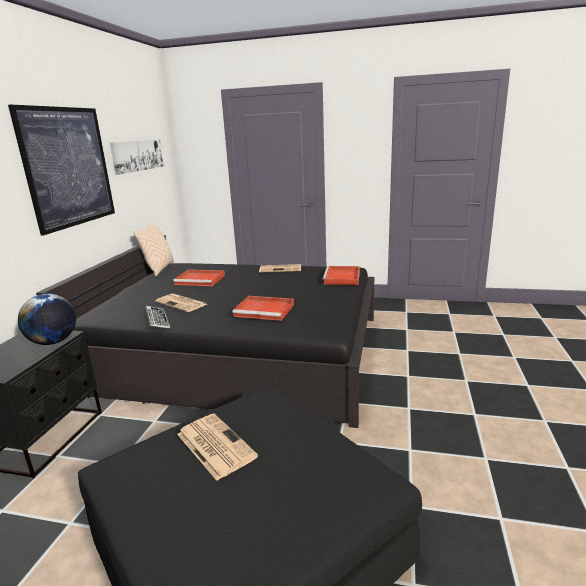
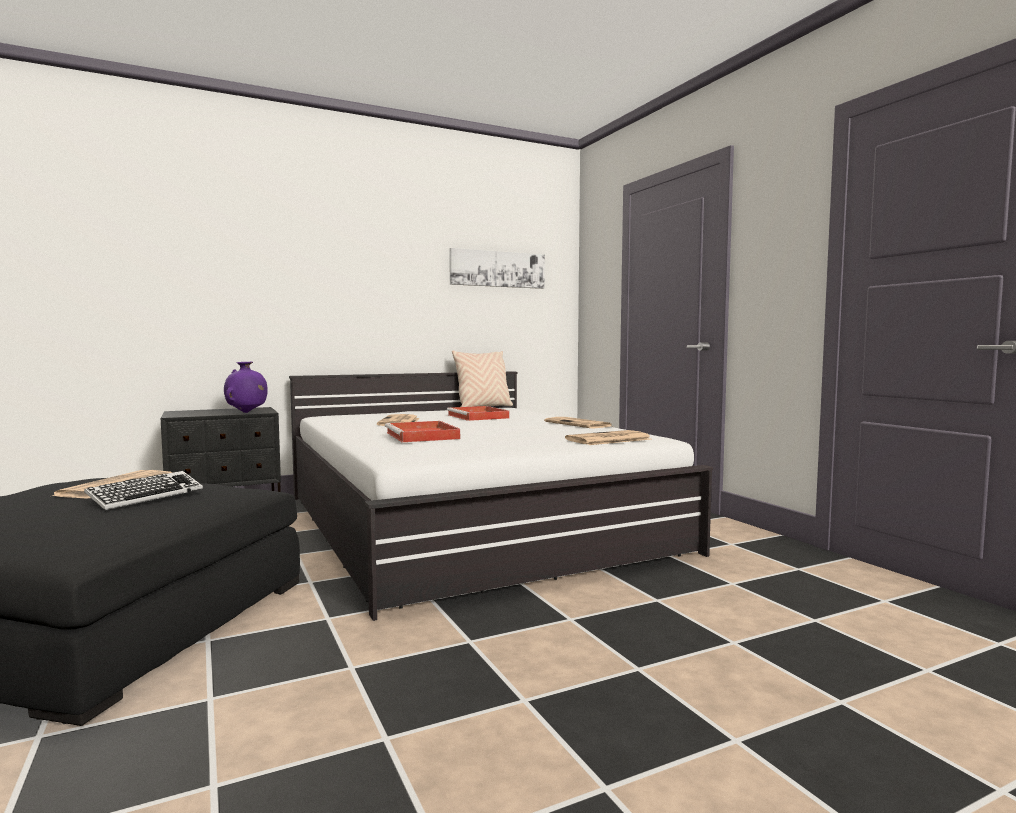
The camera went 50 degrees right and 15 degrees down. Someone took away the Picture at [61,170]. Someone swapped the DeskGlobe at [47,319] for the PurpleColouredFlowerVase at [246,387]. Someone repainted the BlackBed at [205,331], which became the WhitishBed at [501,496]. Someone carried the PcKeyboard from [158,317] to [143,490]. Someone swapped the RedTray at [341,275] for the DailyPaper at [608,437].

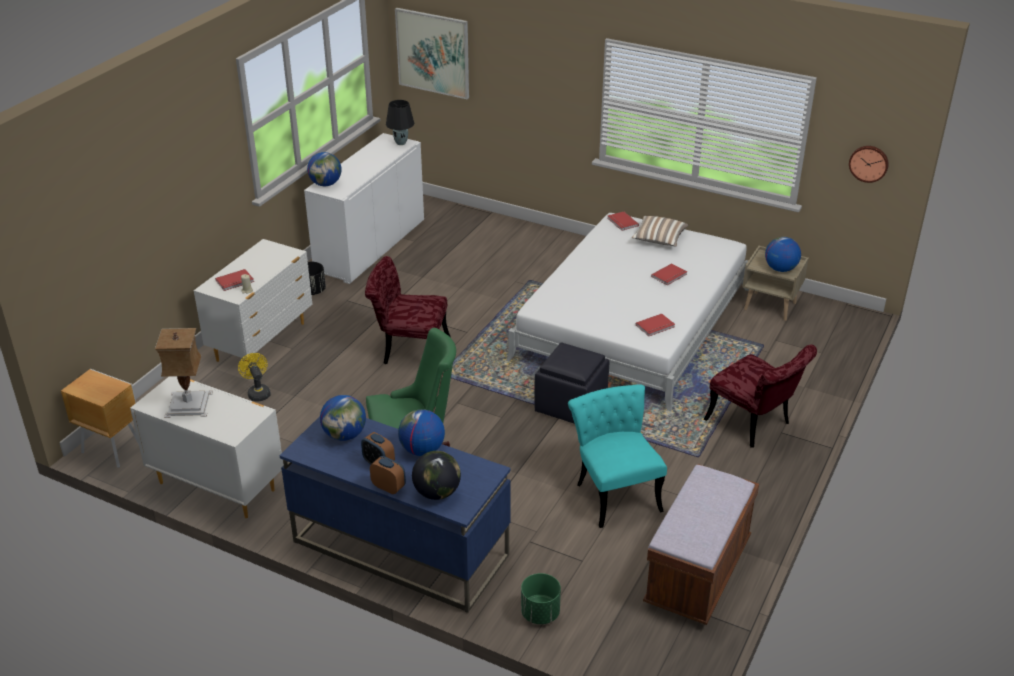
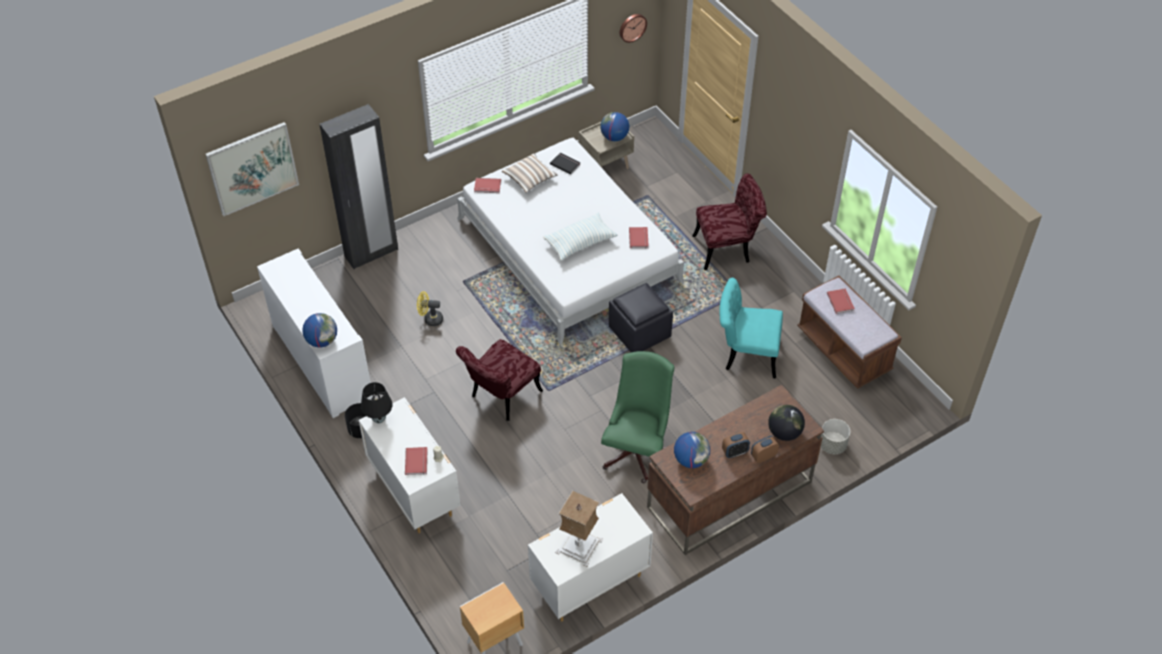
The camera went 60 degrees left and 15 degrees up. Someone carried the YellowFan from [254,377] to [430,308]. Someone repainted the BlueDeskUnit at [395,514], which became the BrownColouredDeskUnit at [735,470]. Someone carried the BlackTableLamp from [400,122] to [376,403]. Someone took away the DeskGlobe at [421,432]. Someone repainted the GreenPlantPot at [541,598], which became the GreyPlantPot at [835,436]. Someone carried the RedVolume from [669,274] to [841,301]. Someone put down the BlackWardrobe at [358,186]. Someone put down the Pillow at [580,237]. Someone put down the BlackVolume at [565,164].

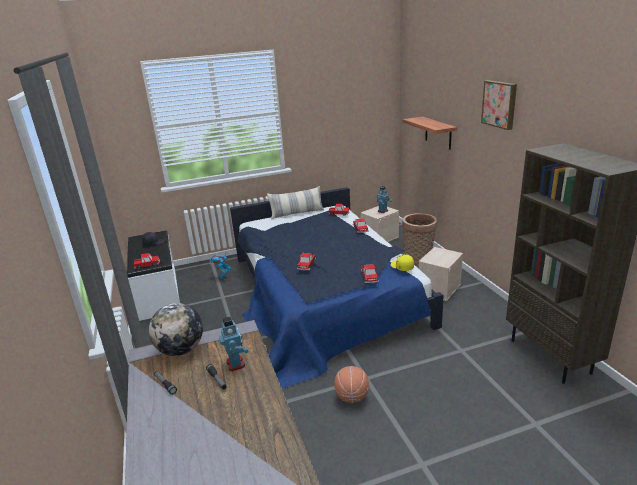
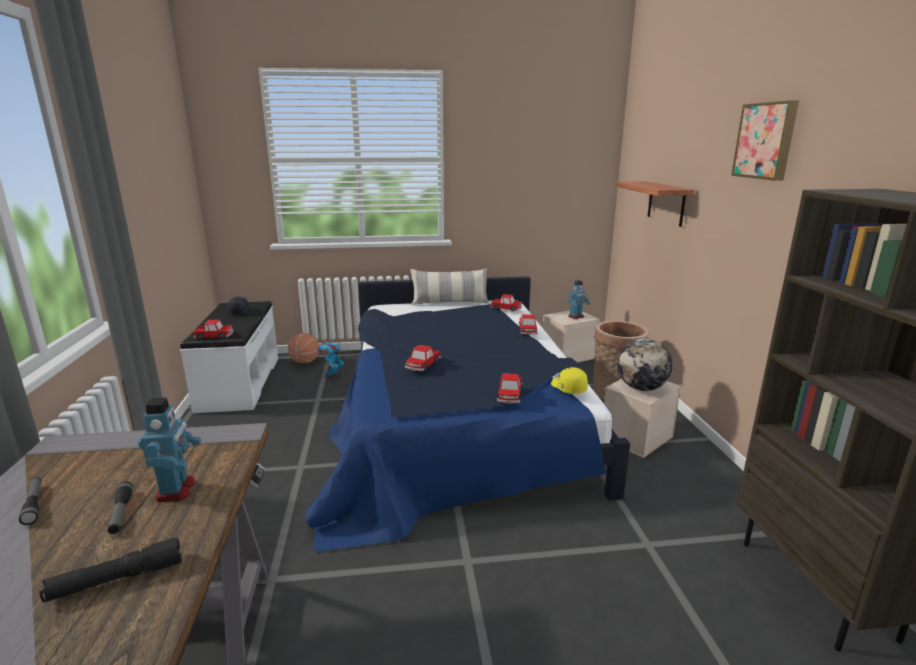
The camera went 10 degrees right and 5 degrees down. Someone carried the DeskGlobe from [176,329] to [645,365]. Someone carried the BallForBasketball from [351,384] to [303,348]. Someone put down the BlackHandTorch at [111,569].

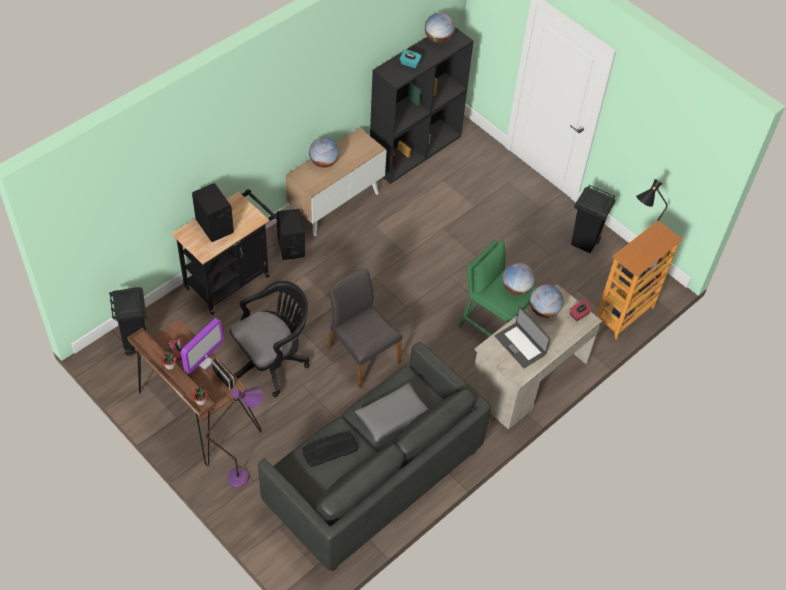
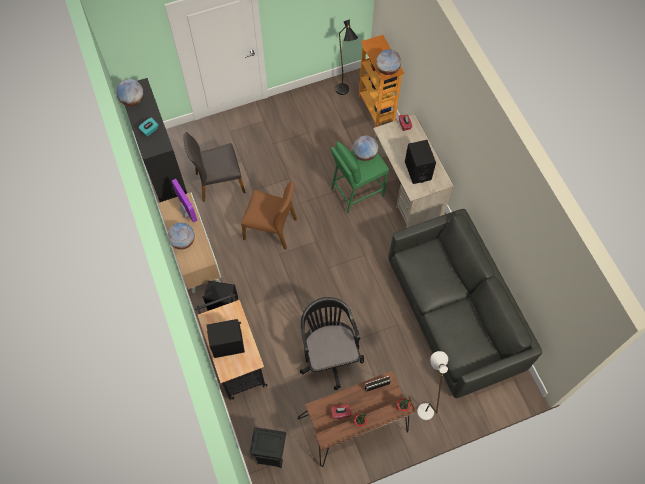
The camera went 65 degrees left and 10 degrees up. Someone carried the ComputerScreen from [202,346] to [185,201]. Someone repainted the PurpleColouredStandardLamp at [234,437], which became the WhitishStandardLamp at [432,385]. Someone took away the PcKeyboard at [330,449]. Someone carried the GreyPlainChair from [364,328] to [214,167]. Someone took away the GreyPillow at [391,412]. Someone swapped the NotebookComputer at [523,337] for the BlackLoudspeaker at [420,162]. Someone carried the DeskGlobe from [546,301] to [388,62]. Someone took away the BlackTrashCan at [593,219]. Someone put down the BrownColouredPlainChair at [269,215].

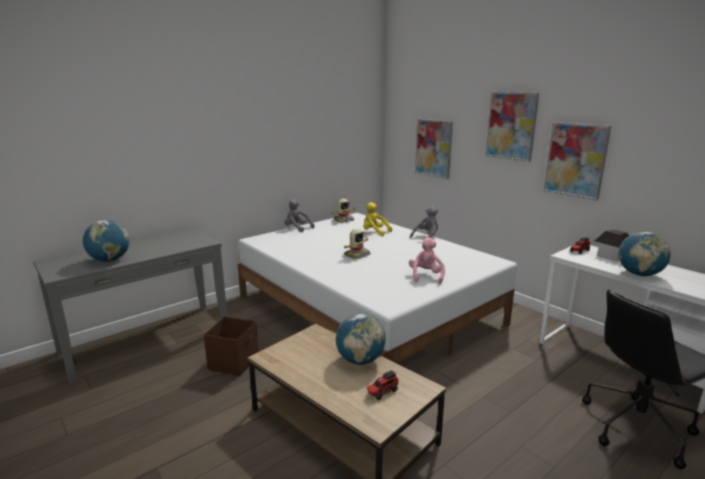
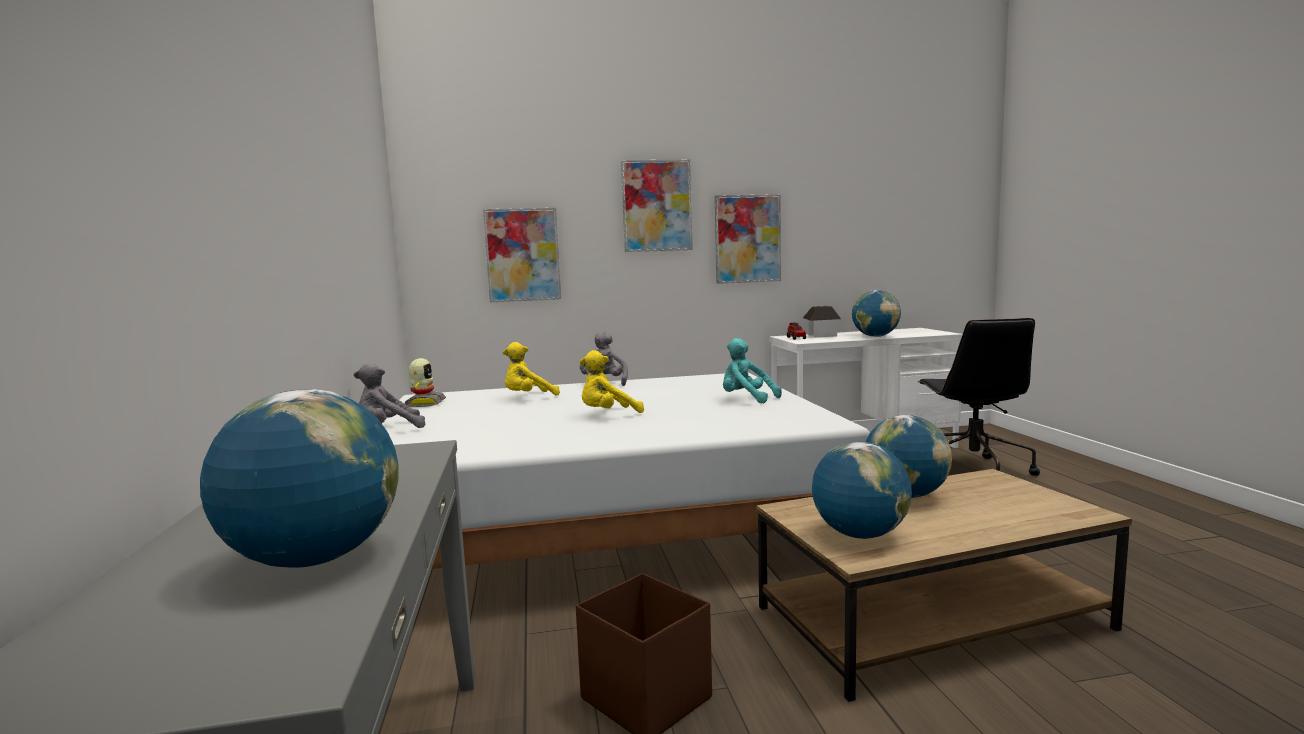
The camera went 60 degrees left and 10 degrees down. Someone swapped the ModelRobot at [357,243] for the YellowPlushToy at [612,381]. Someone took away the ToyTruck at [382,385]. Someone repainted the PinkishPlushToy at [427,260], which became the BlueGreenPlushToy at [752,370]. Someone put down the DeskGlobe at [862,490].

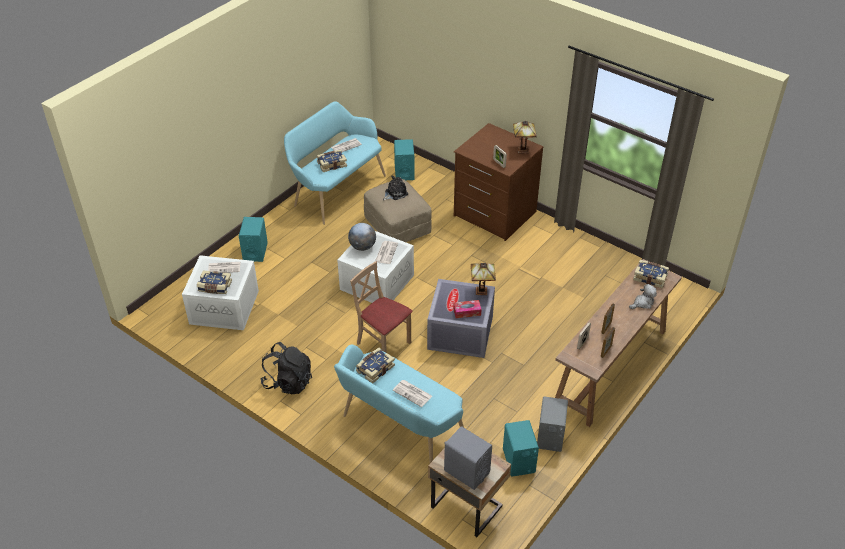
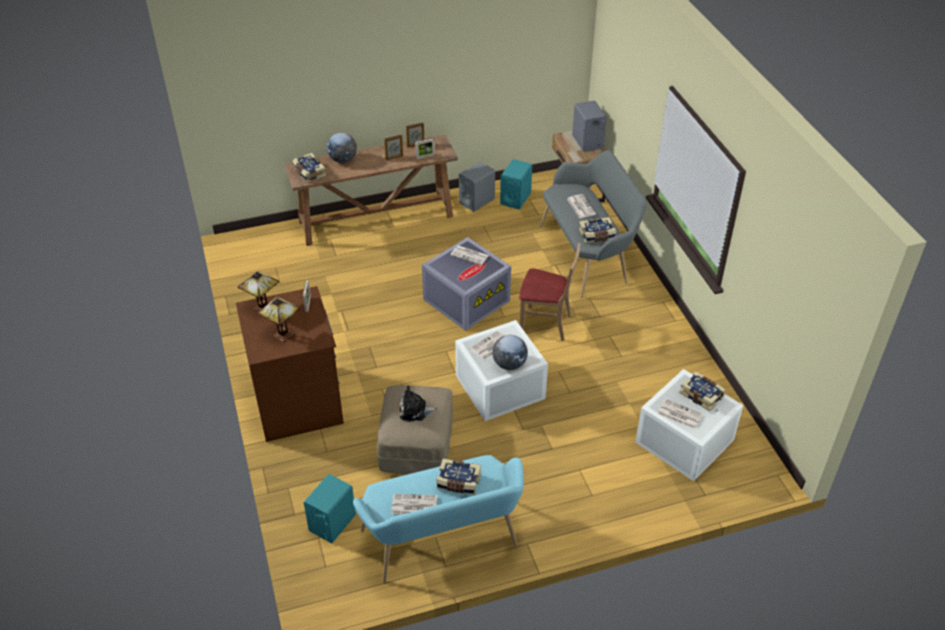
The camera went 145 degrees left and 0 degrees up. Someone took away the BlueGreenLoudspeaker at [253,239]. Someone took away the BlackBackpack at [286,368]. Someone repainted the BlueGreenIndoorBench at [399,403], which became the GreyIndoorBench at [593,224]. Someone rotated the BeigeColouredPlainChair at [381,307] by 60 degrees counterclockwise. Someone swapped the TissueBox at [467,309] for the DailyPaper at [469,255]. Someone carried the TableLamp from [483,279] to [279,319]. Someone swapped the PlushToy at [643,296] for the DeskGlobe at [342,148].

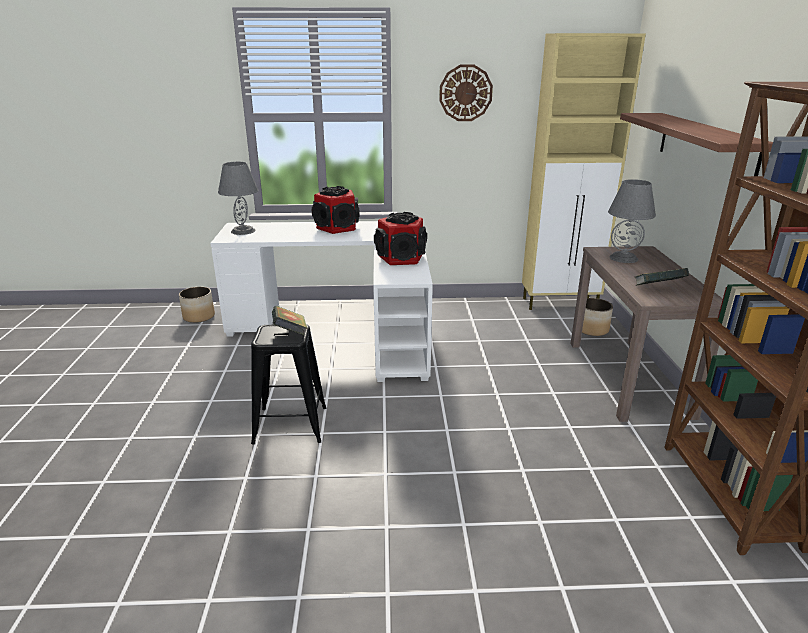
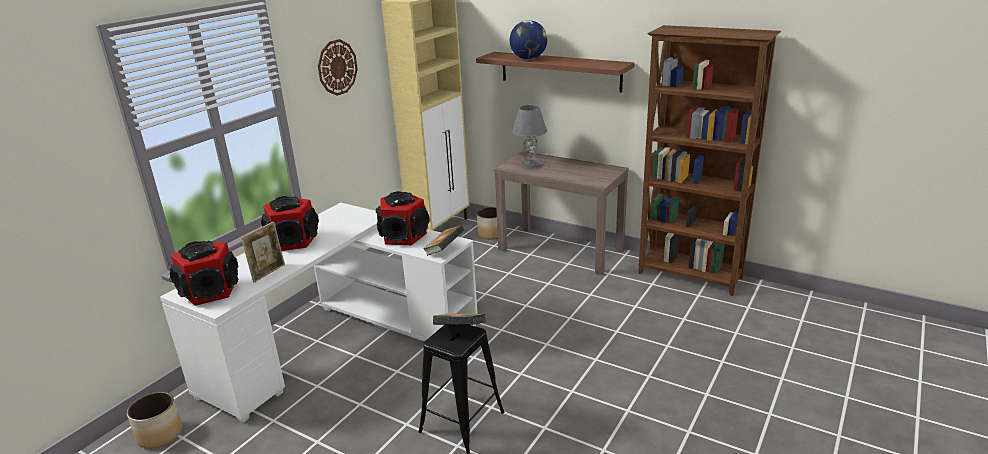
The camera went 55 degrees left and 0 degrees up. Someone swapped the GreyTableLamp at [238,198] for the Loudspeaker at [204,273]. Someone carried the Volume from [662,277] to [443,240]. Someone put down the PhotoFrame at [263,252]. Someone put down the DeskGlobe at [528,40].

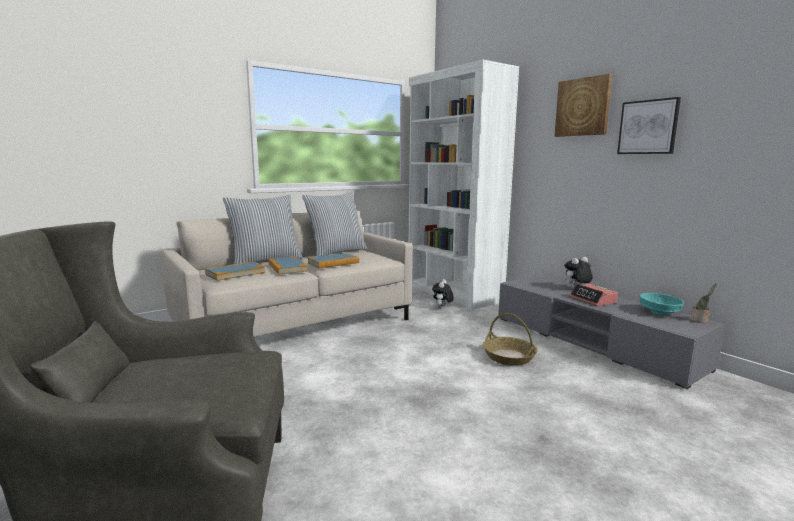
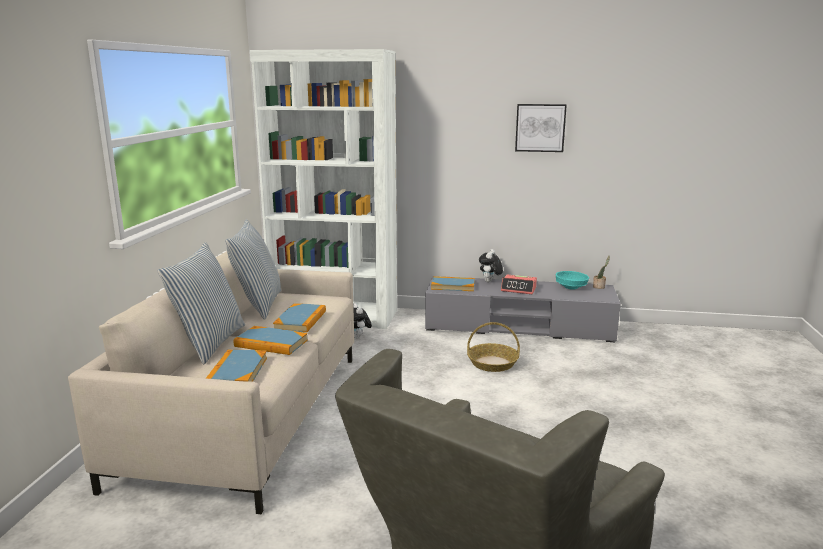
The camera went 45 degrees left and 5 degrees up. Someone took away the Picture at [583,105]. Someone put down the Volume at [453,283].

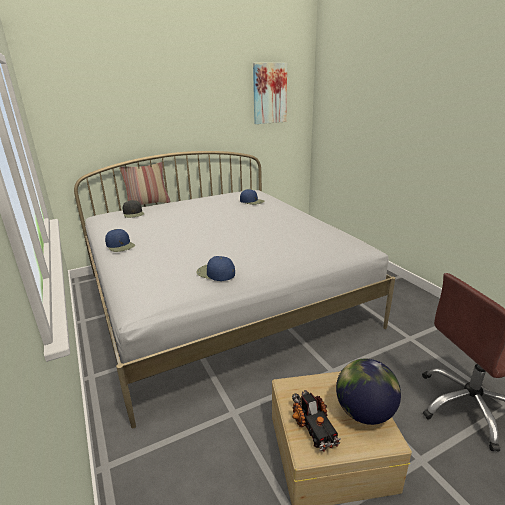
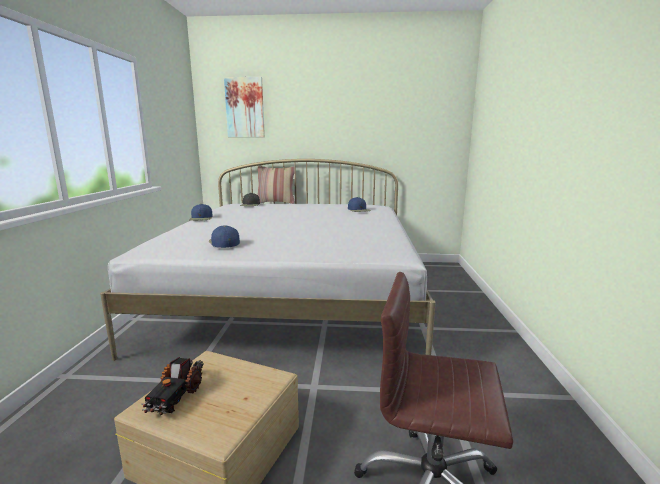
The camera went 30 degrees right and 10 degrees down. Someone carried the Picture from [270,93] to [244,107]. Someone took away the DeskGlobe at [368,392].

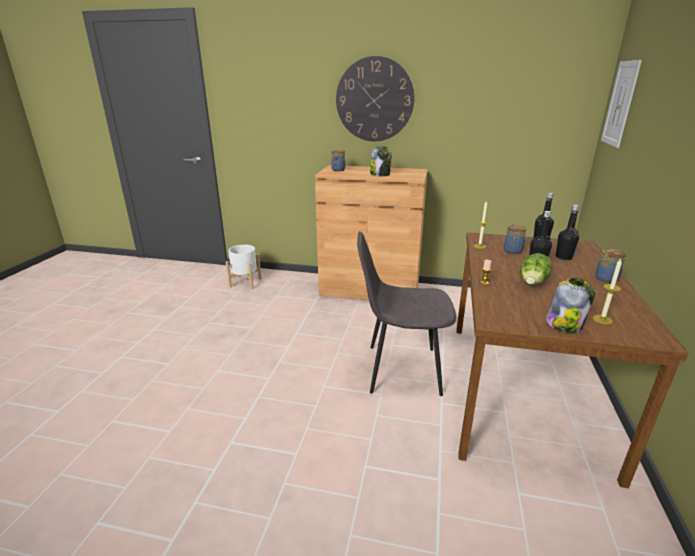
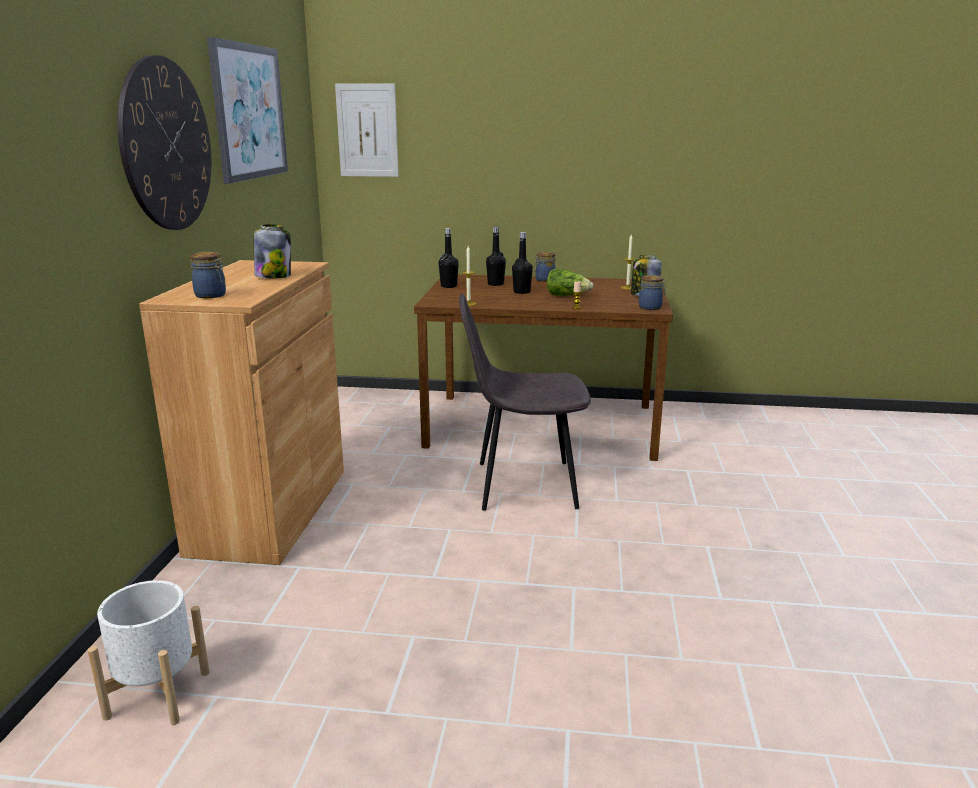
The camera went 95 degrees left and 5 degrees down. Someone rotated the GreyPlainChair at [406,313] by 90 degrees clockwise. Someone carried the PreserveJar from [515,239] to [652,292]. Someone put up the Picture at [247,110].

